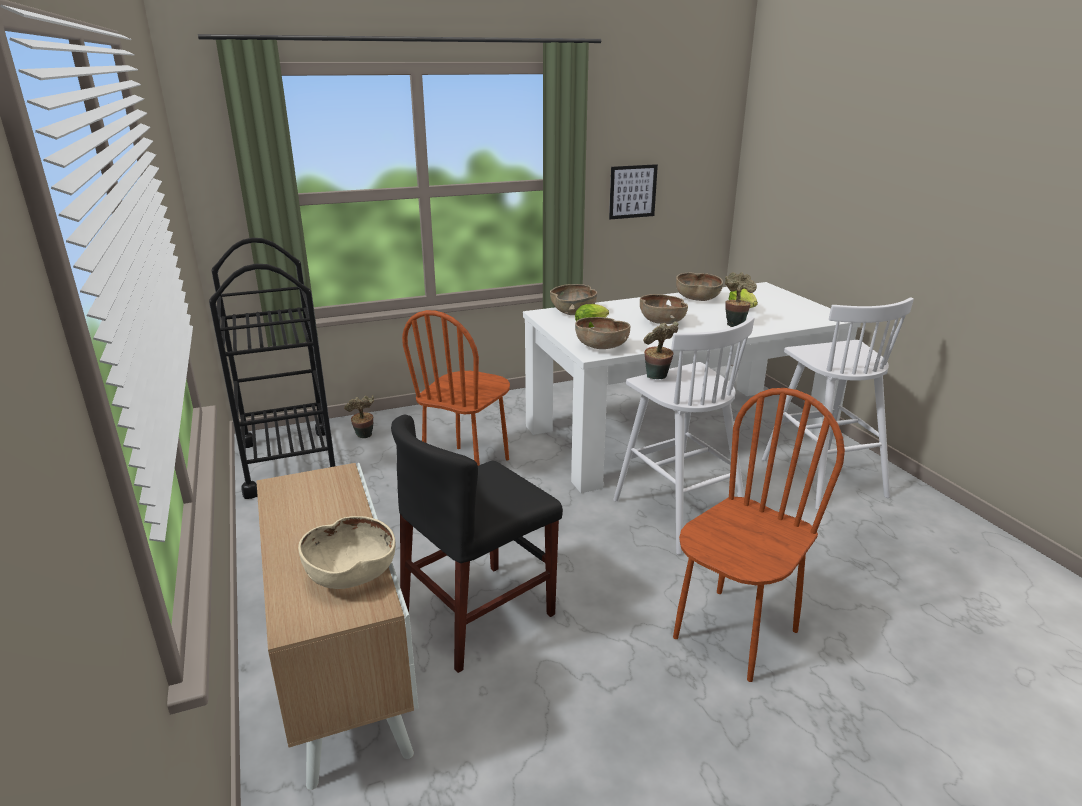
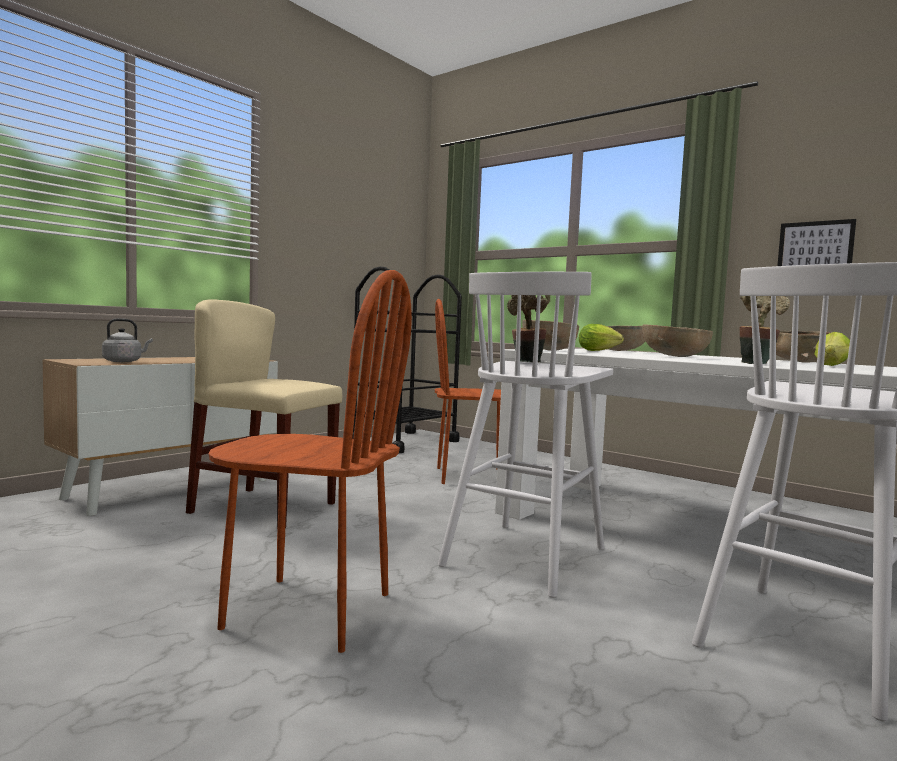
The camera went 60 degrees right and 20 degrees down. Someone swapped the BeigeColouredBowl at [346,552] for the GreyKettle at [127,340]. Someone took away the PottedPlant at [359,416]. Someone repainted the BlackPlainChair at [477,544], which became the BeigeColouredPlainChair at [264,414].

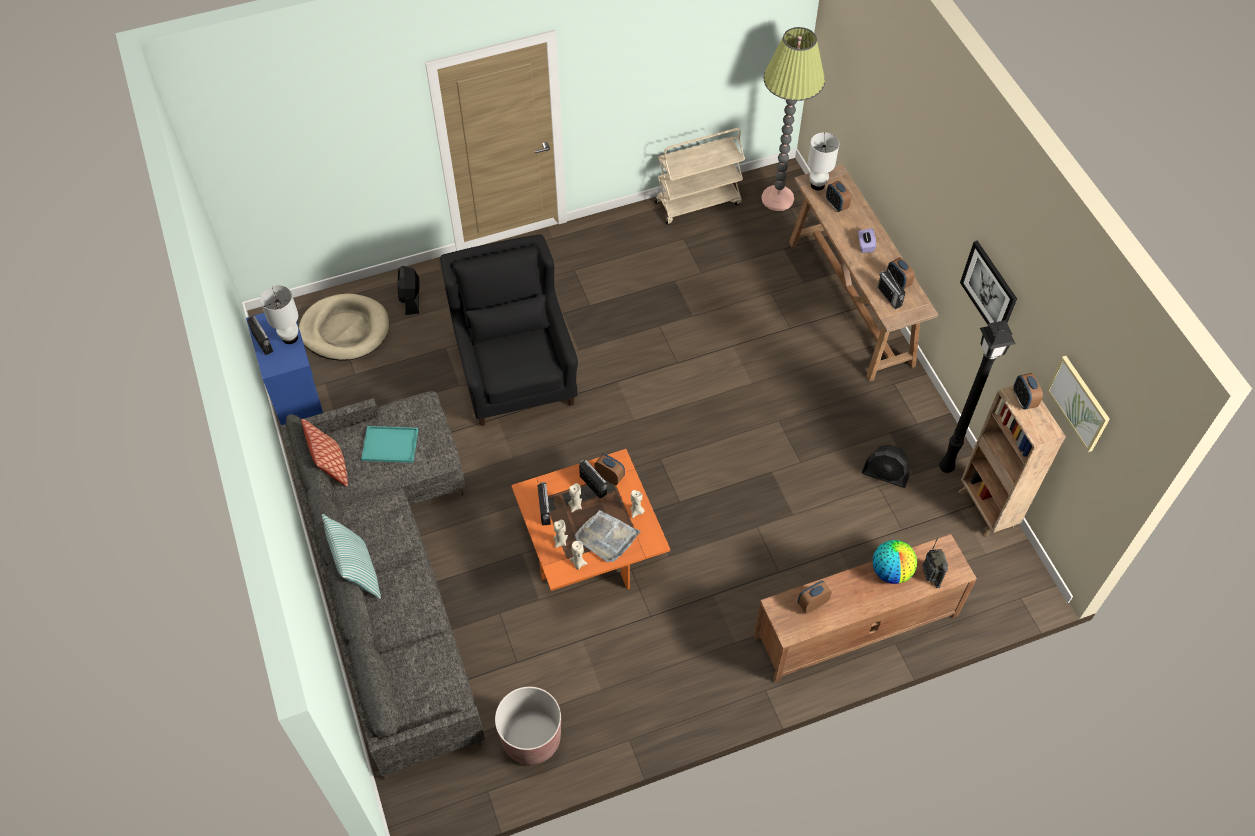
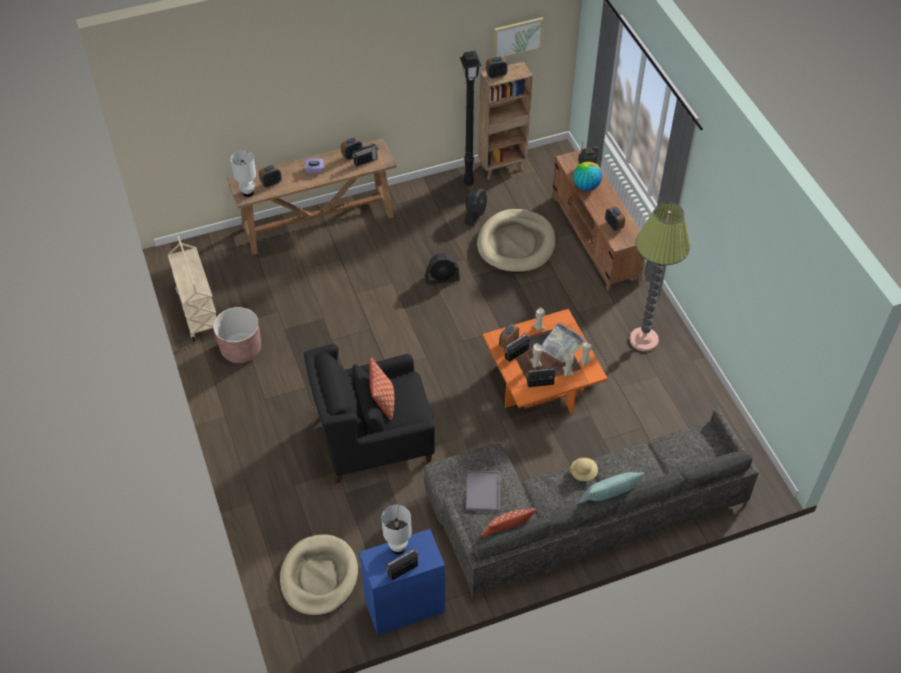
The camera went 90 degrees left and 5 degrees down. Someone repainted the BlueGreenTray at [389,444], which became the GreyTray at [483,491]. Someone carried the BlackFan from [408,290] to [442,268]. Someone carried the BrownColouredPlantPot from [528,726] to [237,335]. Someone carried the StandardLamp from [793,119] to [659,276]. Someone took away the Picture at [988,283]. Someone put down the Pillow at [381,389]. Someone put down the BeigeColouredPetBed at [516,241]. Someone put down the BeigeColouredHat at [584,469].

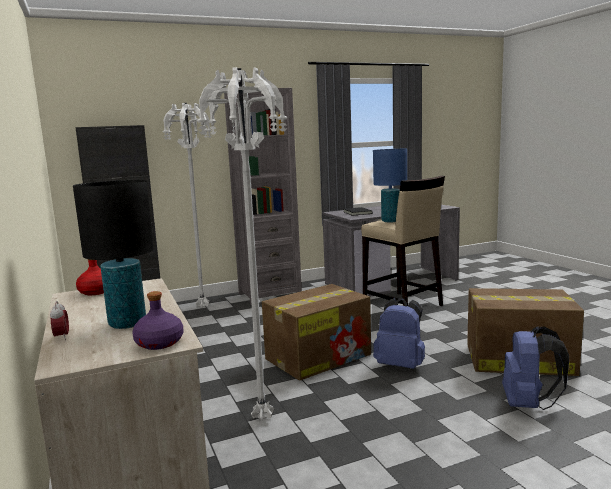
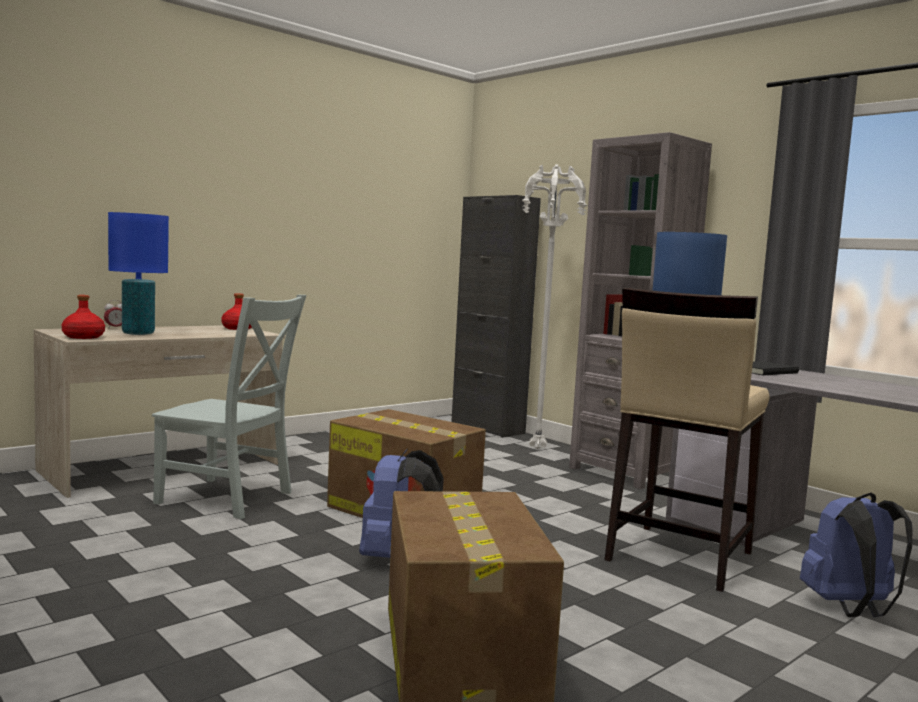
The camera went 70 degrees right and 5 degrees down. Someone repainted the BlackTableLamp at [113,254], which became the BlueTableLamp at [138,273]. Someone repainted the PurpleColouredBottle at [158,320], which became the RedBottle at [83,317]. Someone swapped the WhitishStandardLamp at [242,244] for the GreyPlainChair at [229,407]. Someone carried the BlueBackpack from [535,368] to [856,555].

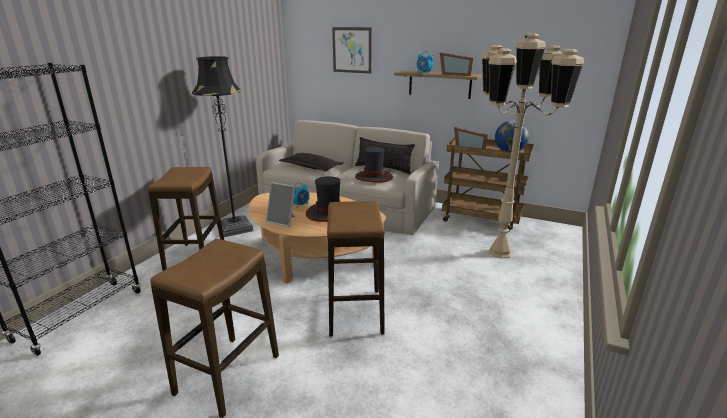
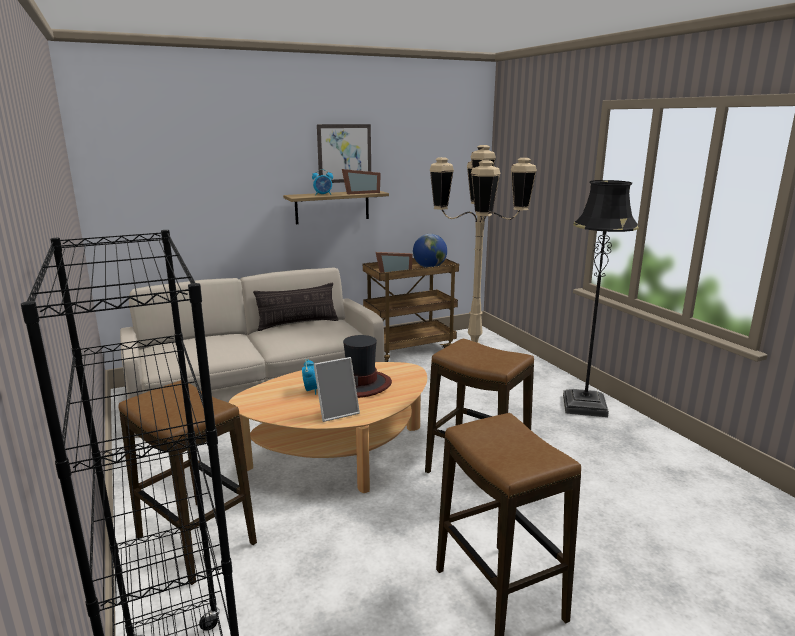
The camera went 50 degrees left and 5 degrees down. Someone carried the BlackStandardLamp from [223,146] to [601,298]. Someone took away the Pillow at [311,162]. Someone carried the Picture from [352,50] to [344,153]. Someone took away the Hat at [374,165].

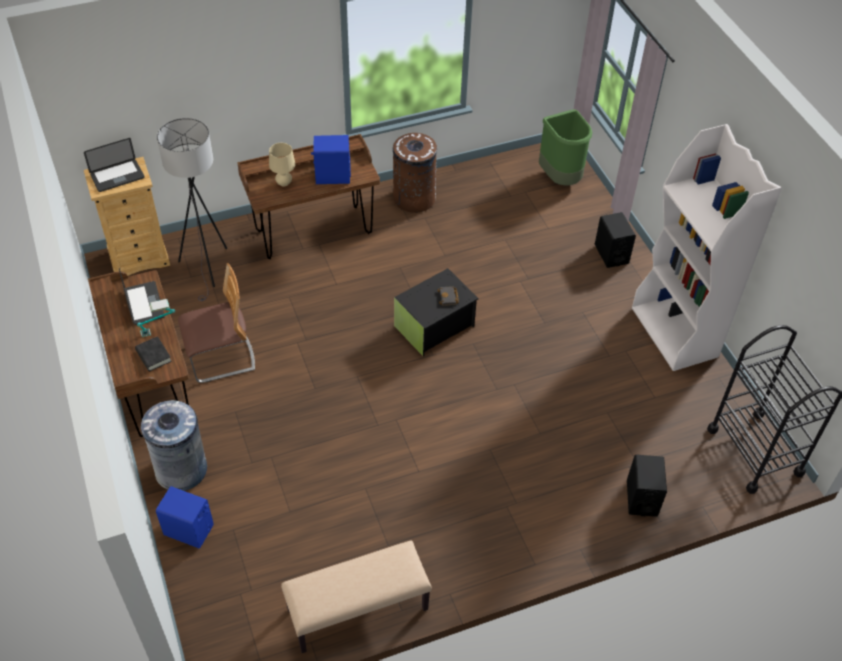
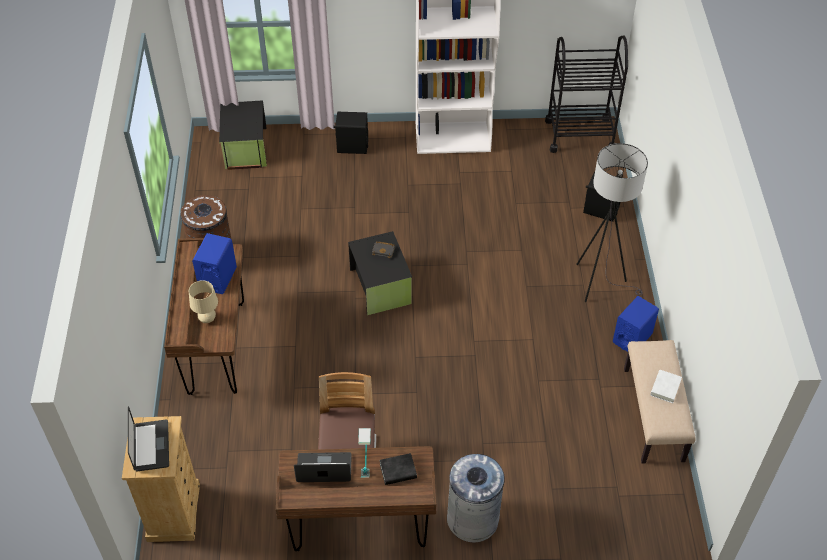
The camera went 70 degrees left and 0 degrees up. Someone carried the BlueLoudspeaker from [185,517] to [636,324]. Someone carried the GreyStandardLamp from [192,209] to [612,222]. Someone swapped the GreenTrashCan at [565,147] for the BlackStorageBox at [243,135]. Someone put down the WhitishVolume at [666,386].

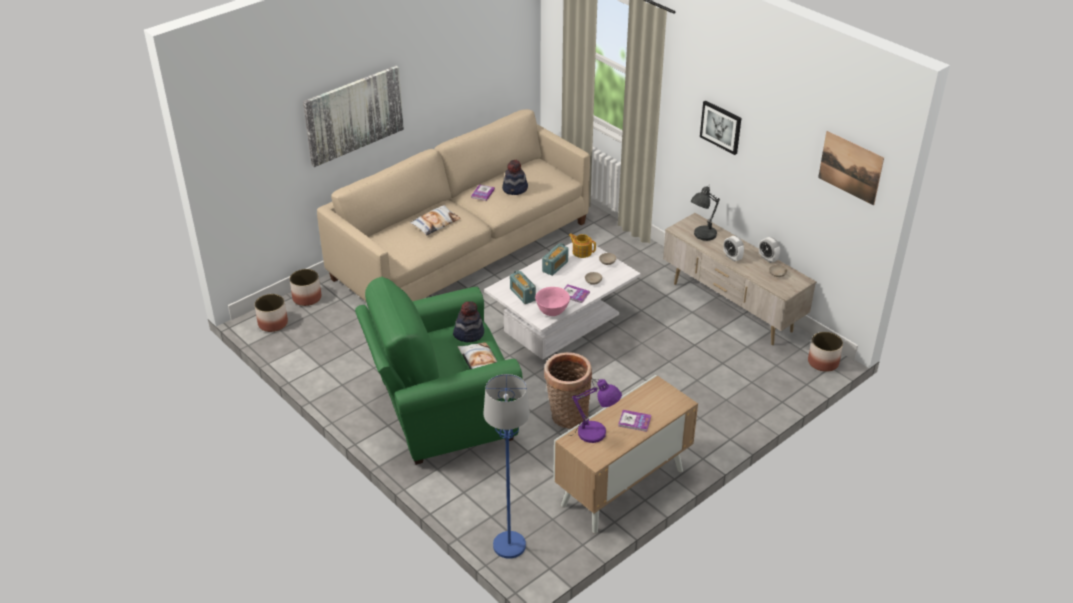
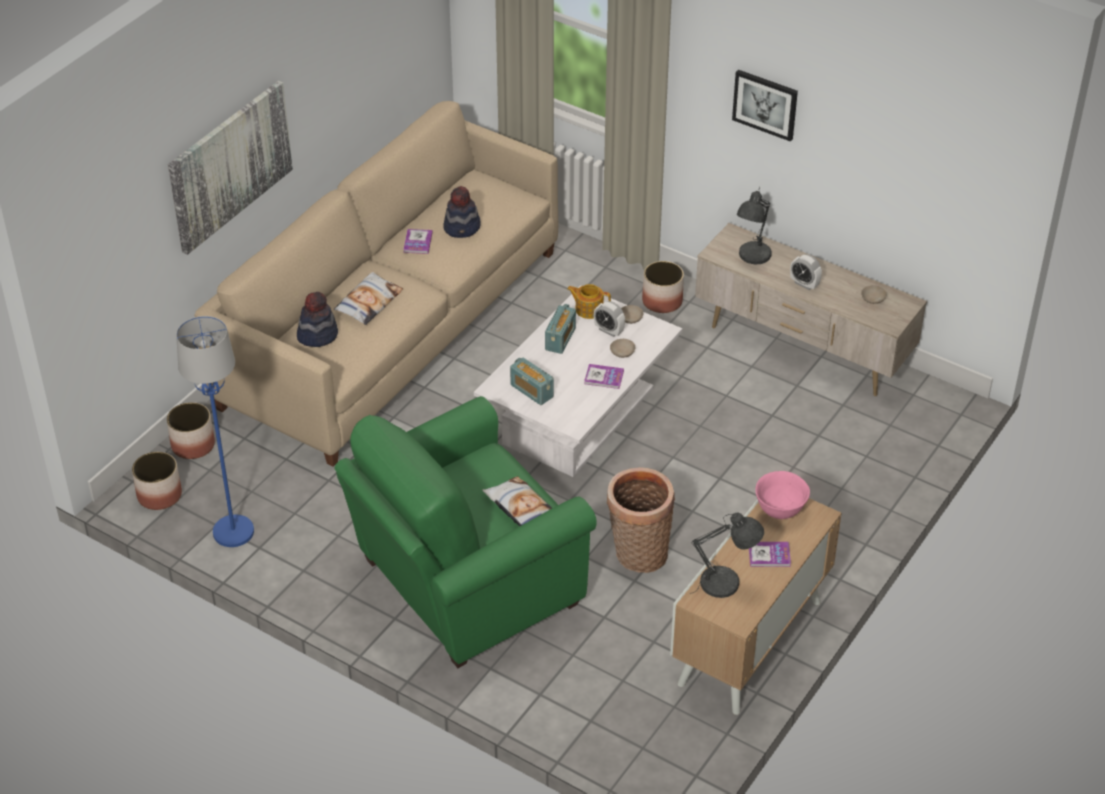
The camera went 15 degrees left and 5 degrees up. Someone carried the Hat from [468,321] to [317,319]. Someone carried the BlueStandardLamp from [507,466] to [215,431]. Someone carried the PinkishBowl from [552,301] to [782,495]. Someone repainted the PurpleColouredTableLamp at [595,411], which became the GreyTableLamp at [728,555]. Someone carried the AlarmClock from [769,250] to [609,319]. Someone carried the PlantPot from [825,352] to [663,287]. Someone took away the Picture at [851,168].

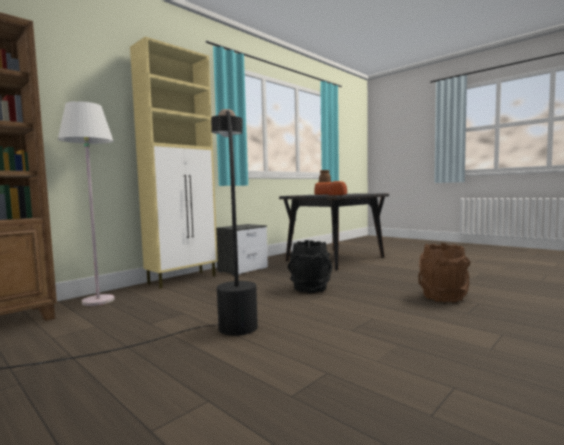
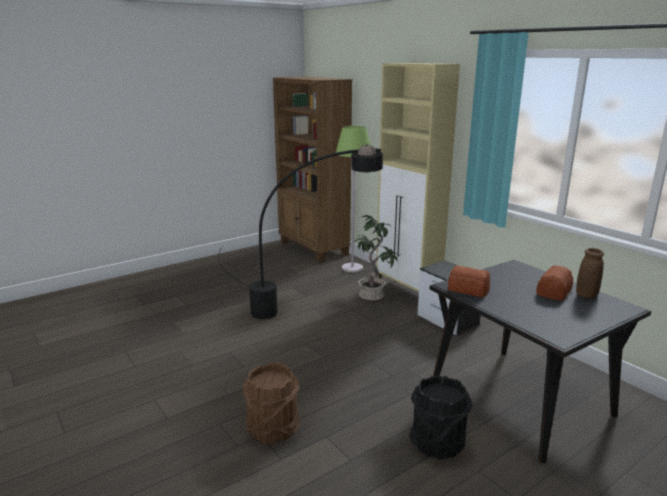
The camera went 100 degrees right and 15 degrees up. Someone repainted the WhitishStandardLamp at [86,203], which became the GreenStandardLamp at [353,199]. Someone carried the BlackWaterBucket from [310,266] to [440,417]. Someone put down the PottedPlant at [375,257].

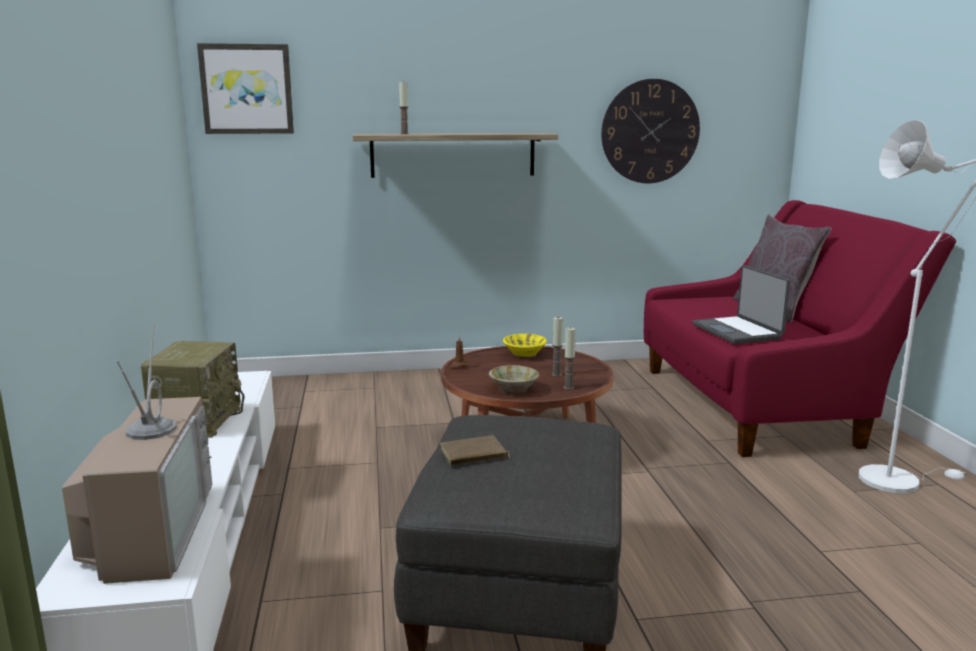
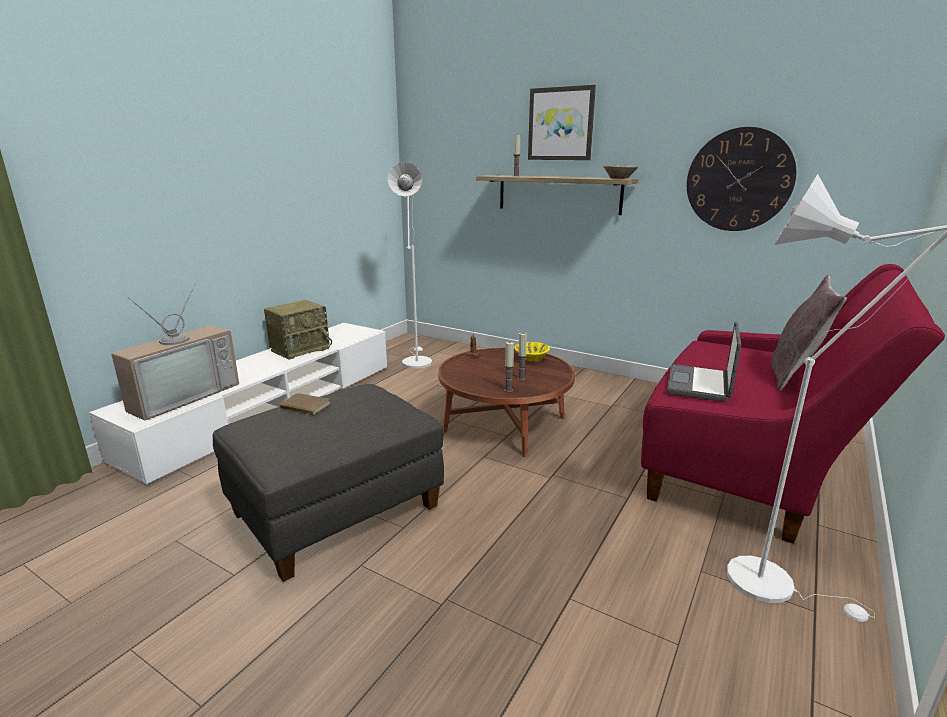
The camera went 40 degrees right and 5 degrees up. Someone carried the Picture from [245,88] to [562,122]. Someone carried the BeigeColouredBowl from [514,379] to [620,172]. Someone put down the WhitishStandardLamp at [409,265].

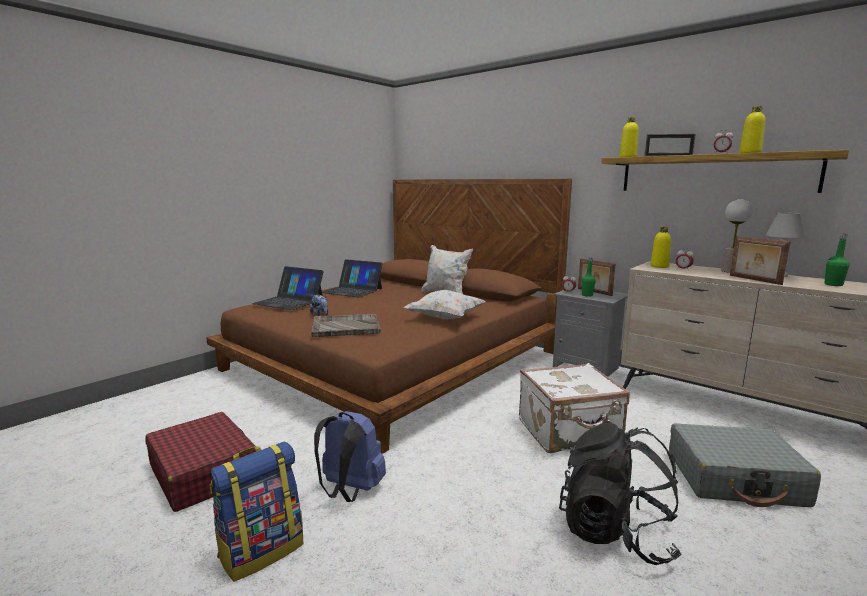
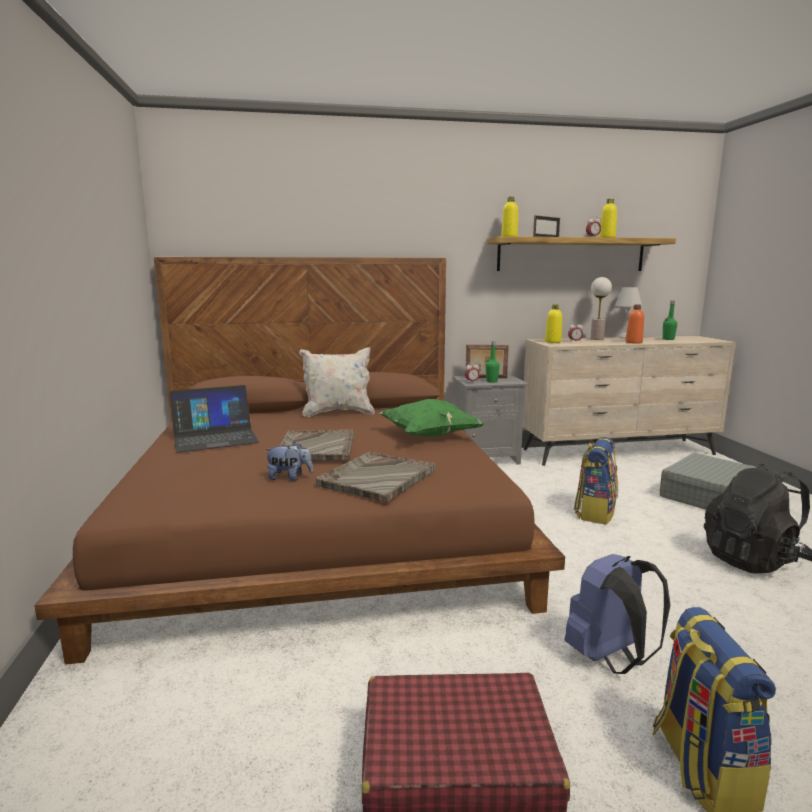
The camera went 50 degrees left and 0 degrees up. Someone took away the NotebookComputer at [288,288]. Someone repainted the WhitishPillow at [445,304], which became the GreenPillow at [432,418]. Someone swapped the WhitishPieceOfLuggage at [574,408] for the Backpack at [596,480]. Someone swapped the PhotoFrame at [760,260] for the OrangeBottle at [635,324]. Someone put down the GreyTray at [316,445].

